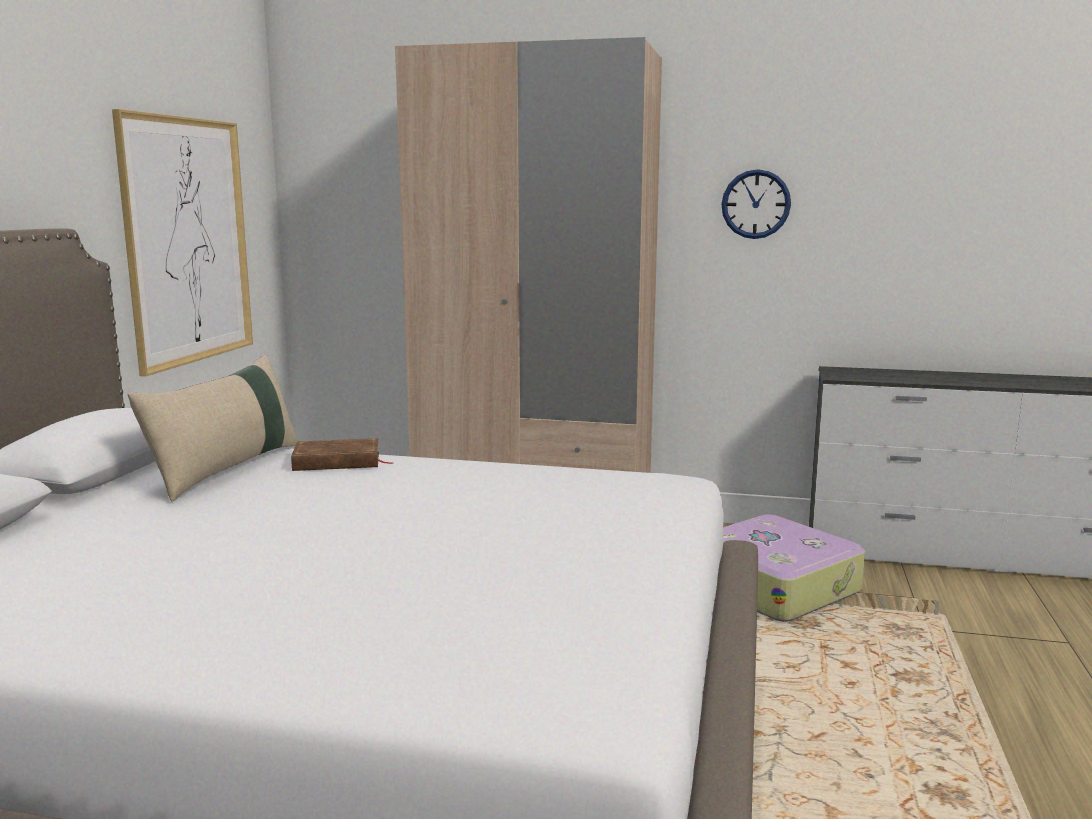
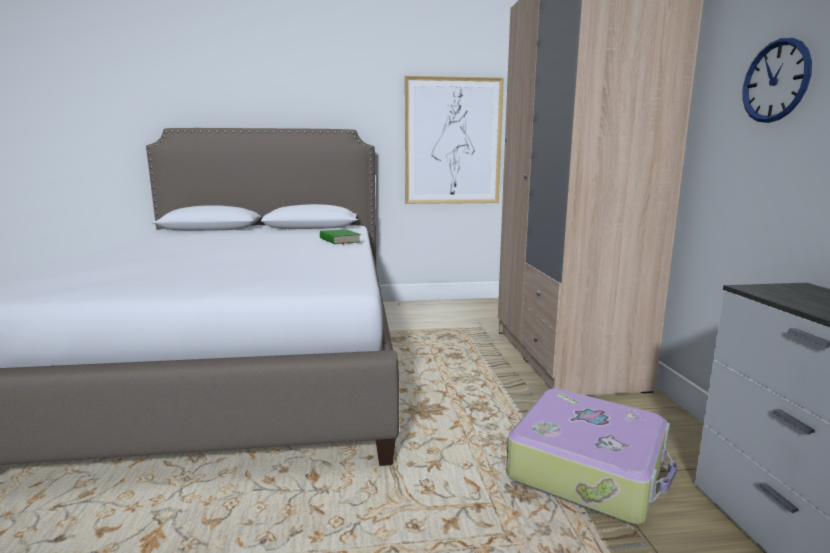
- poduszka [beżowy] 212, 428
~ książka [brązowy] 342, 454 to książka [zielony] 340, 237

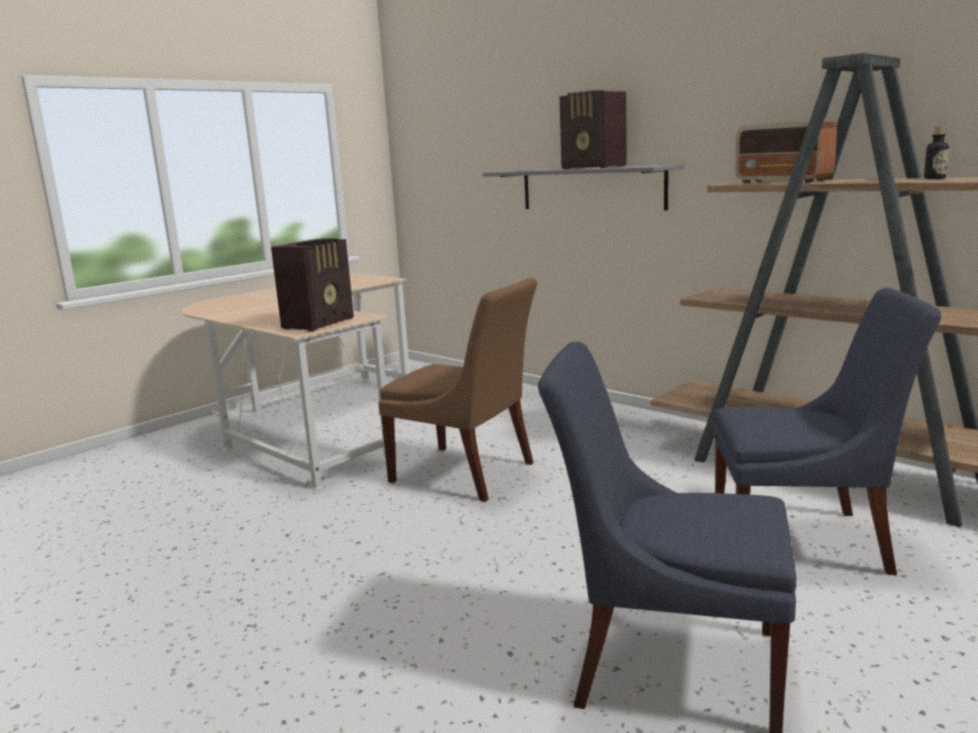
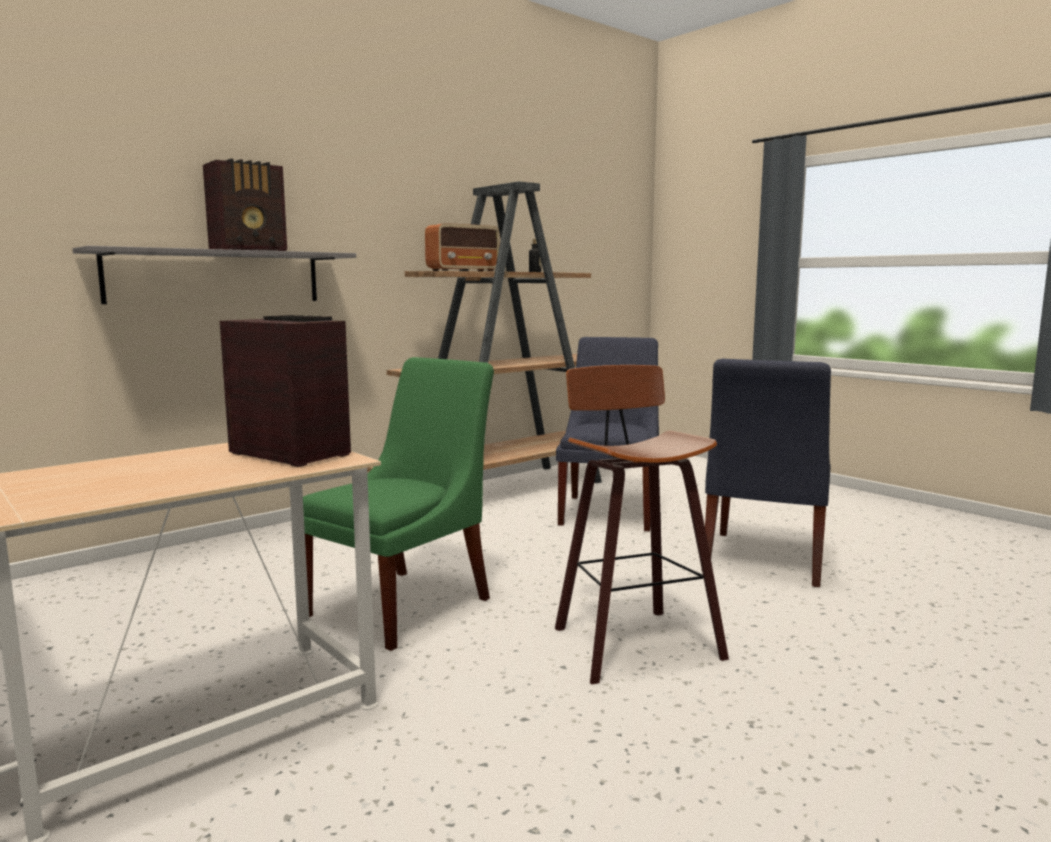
+ stołek 642, 525
~ krzesło [brązowy] 457, 390 to krzesło [zielony] 398, 504

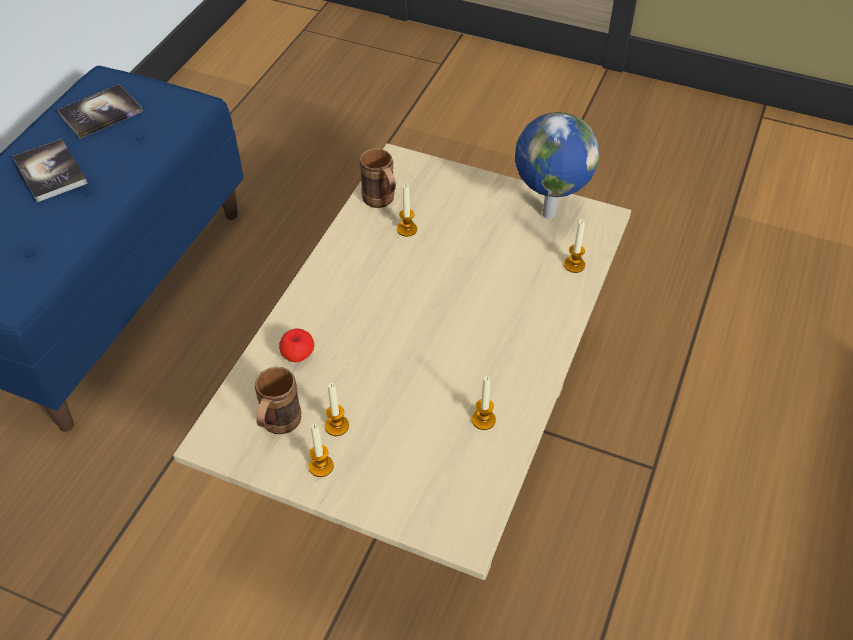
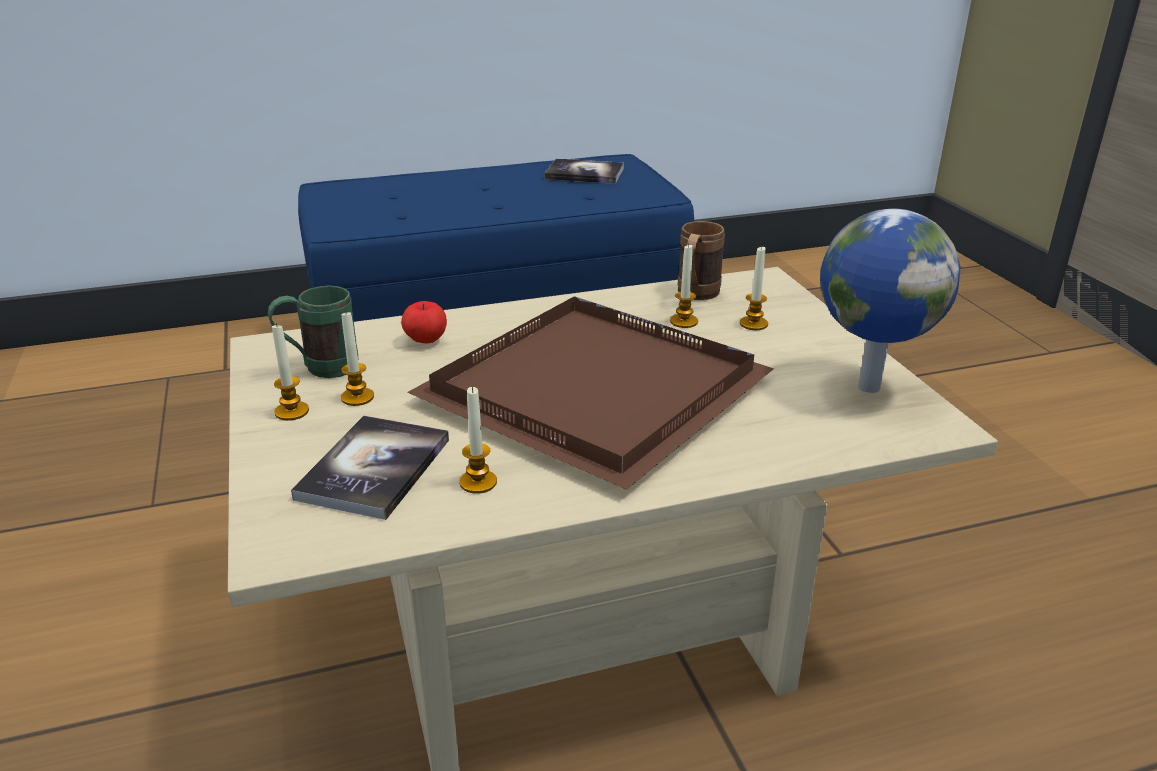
+ taca [brązowy] 590, 393
~ książka 50, 170 to 370, 468
~ świeca 574, 246 to 754, 288
~ kubek [brązowy] 278, 400 to kubek [zielony] 313, 331

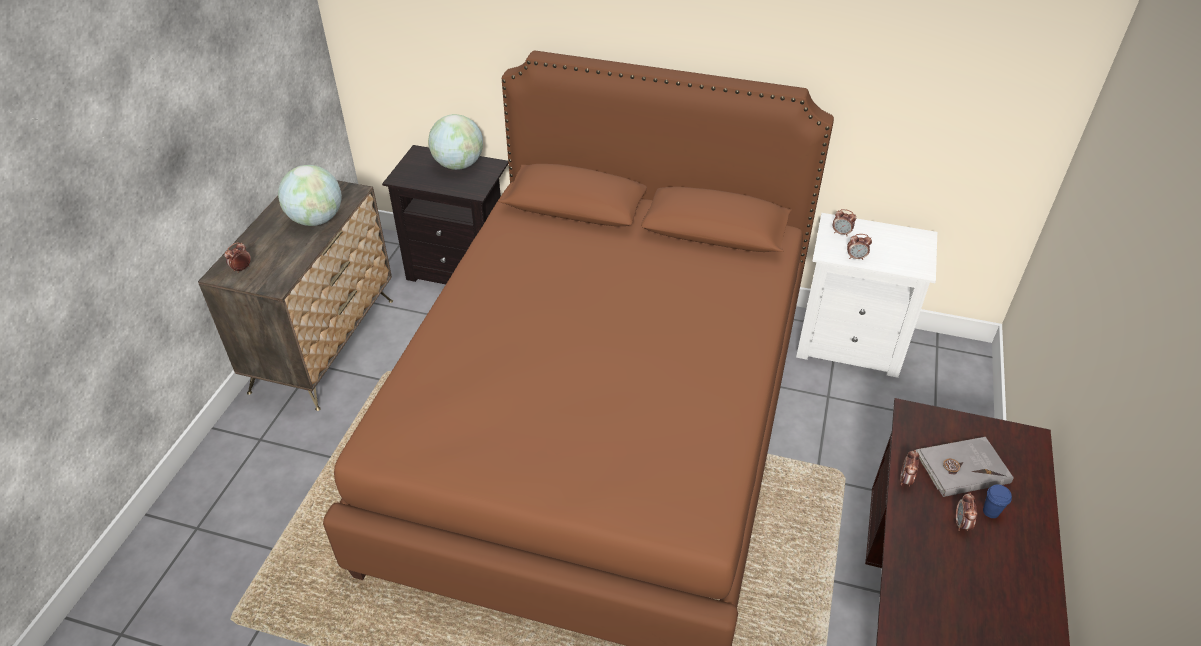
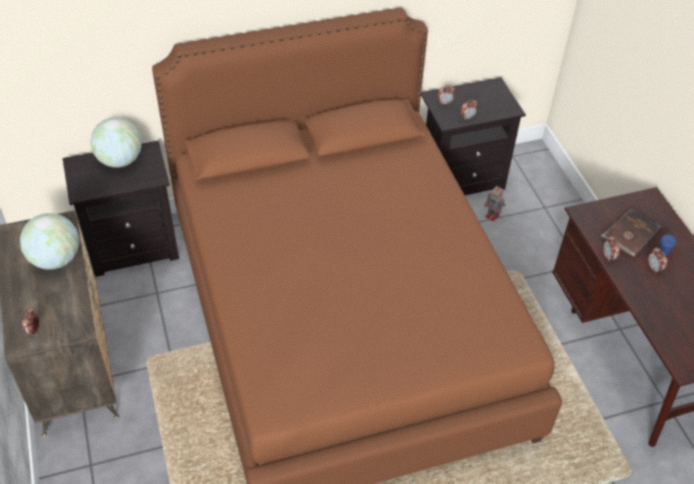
+ robot zabawkowy 495, 203
~ szafka nocna [biały] 866, 295 to szafka nocna [czarny] 473, 136
~ książka [szary] 965, 467 to książka [brązowy] 631, 233

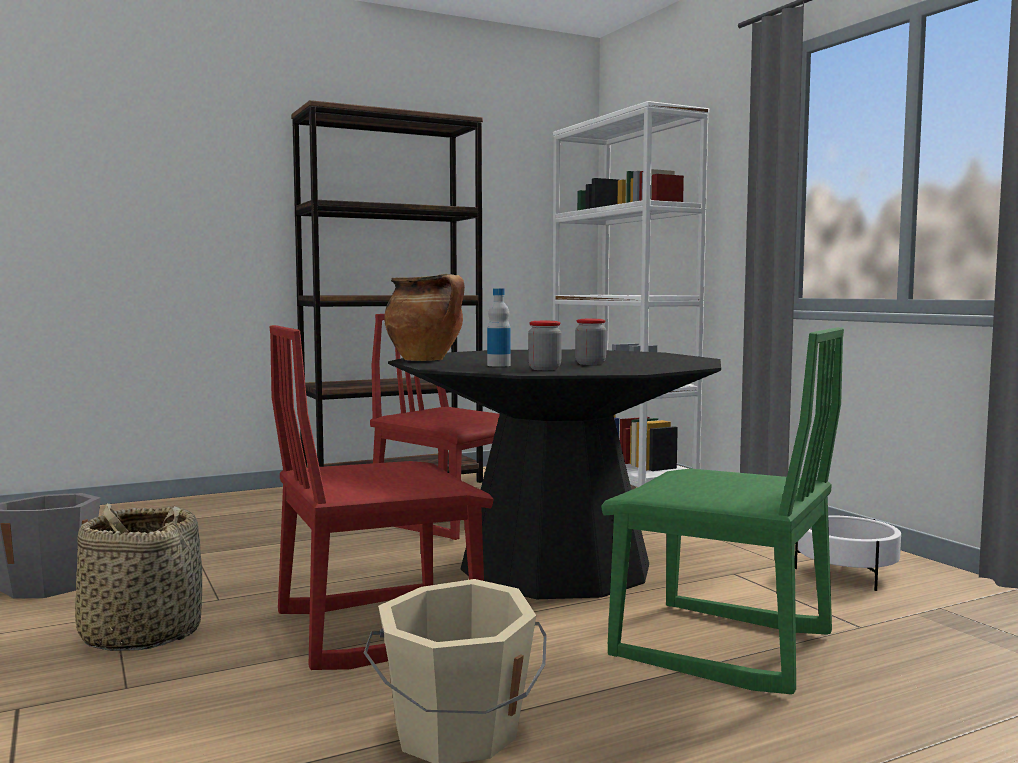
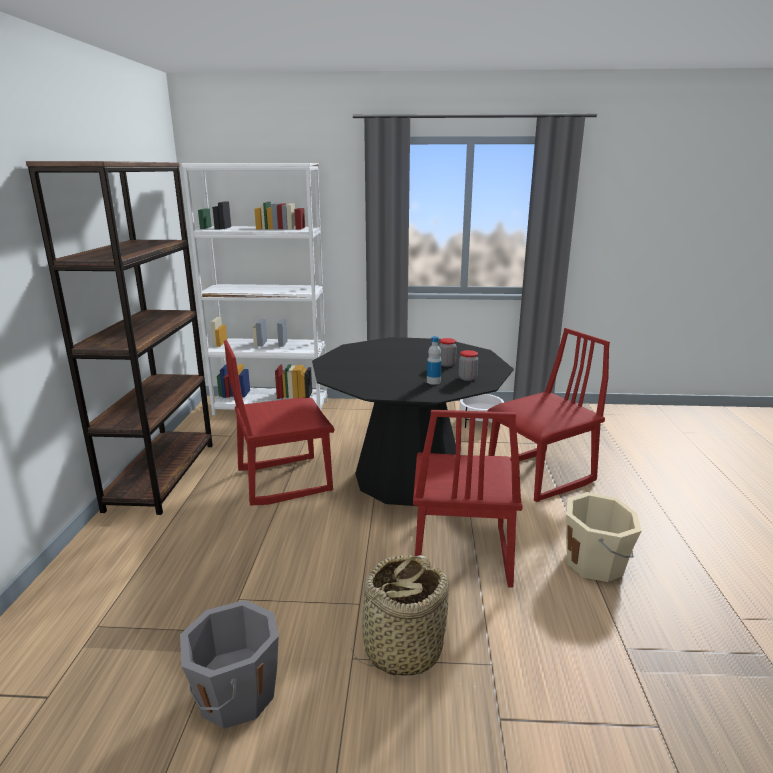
- garnek 424, 317
~ krzesło [zielony] 722, 510 to krzesło [czerwony] 548, 415

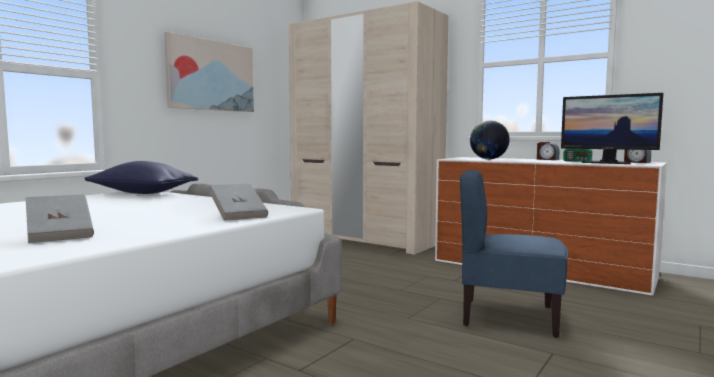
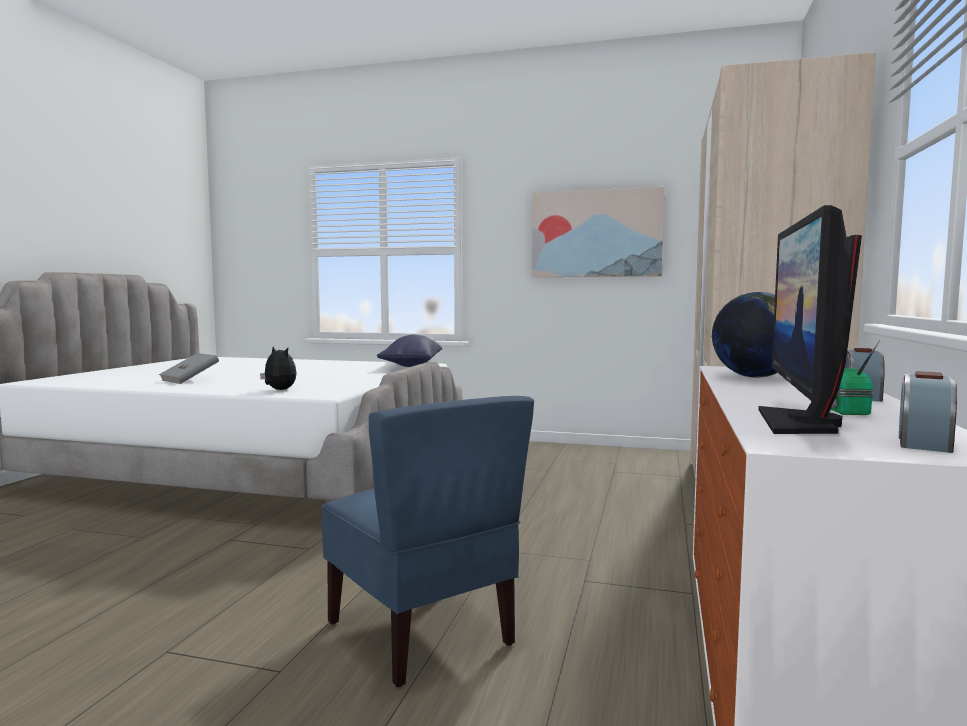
~ książka [szary] 239, 202 to pluszak 278, 368
~ krzesło [niebieski] 514, 254 = 427, 541 150 degrees clockwise

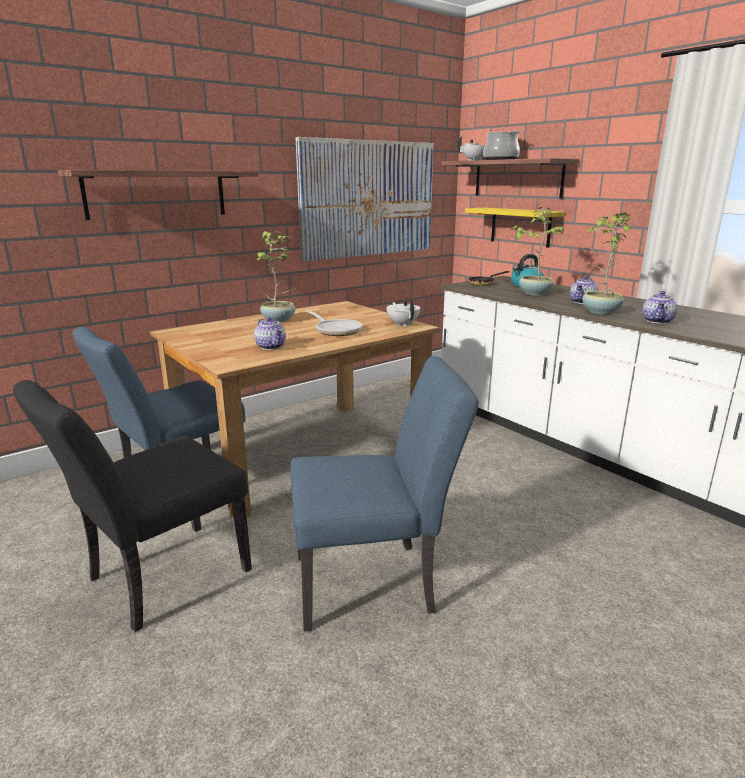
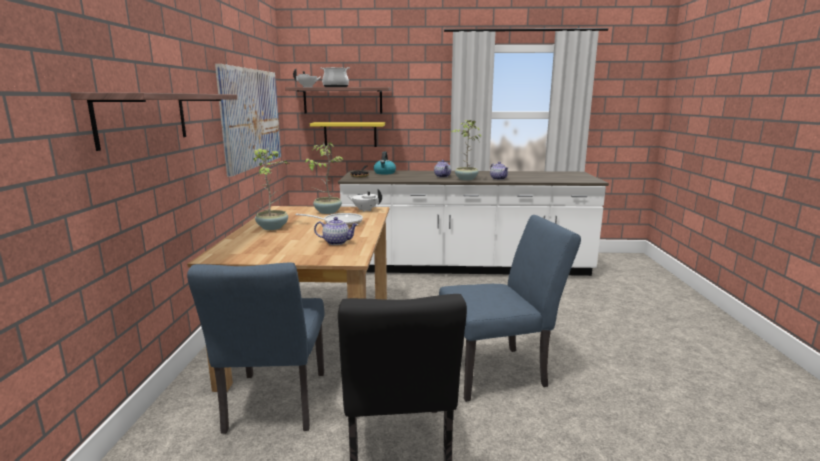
~ roślina doniczkowa 538, 251 to 324, 178
~ krzesło [niebieski] 385, 494 = 510, 308 45 degrees clockwise

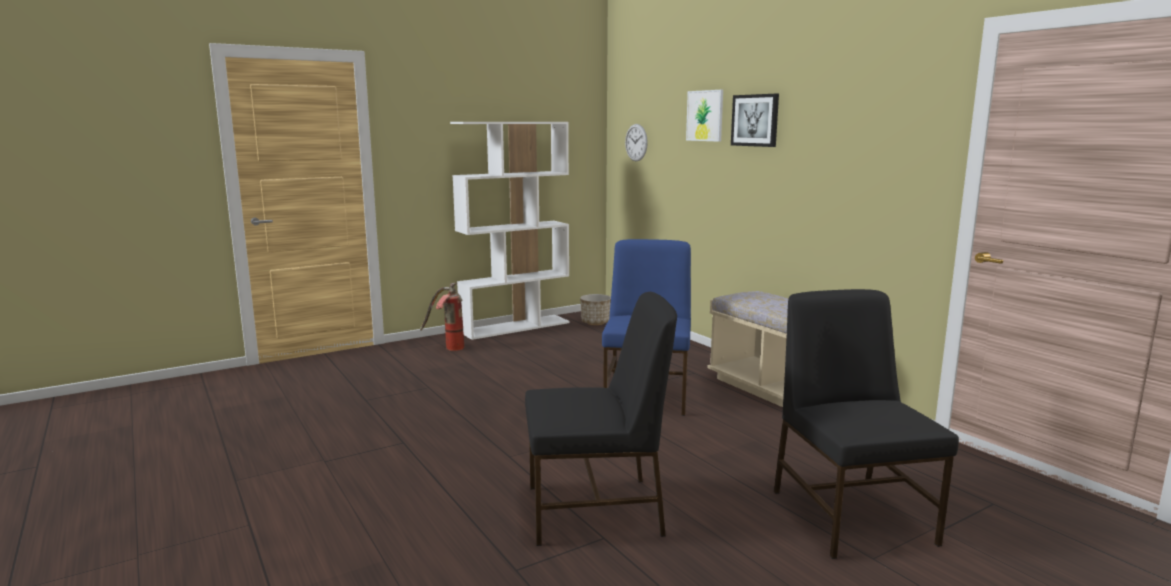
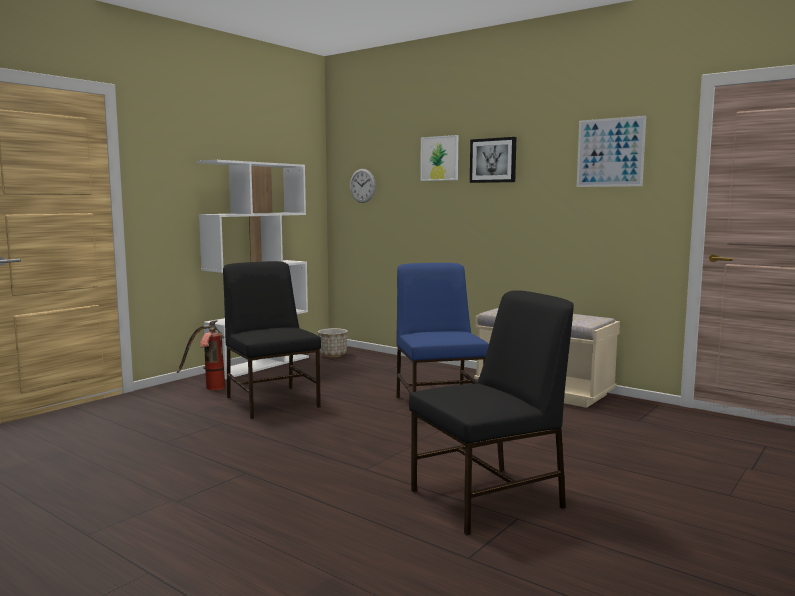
+ obraz 611, 151
~ krzesło [czarny] 866, 424 to 272, 340

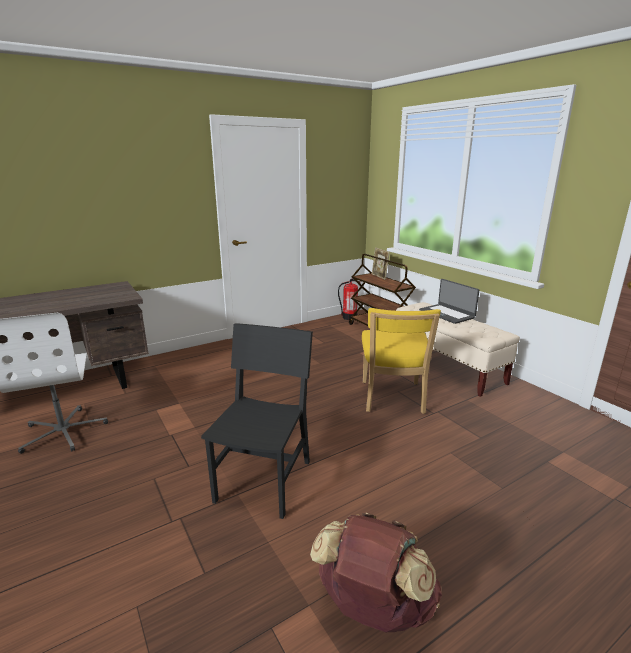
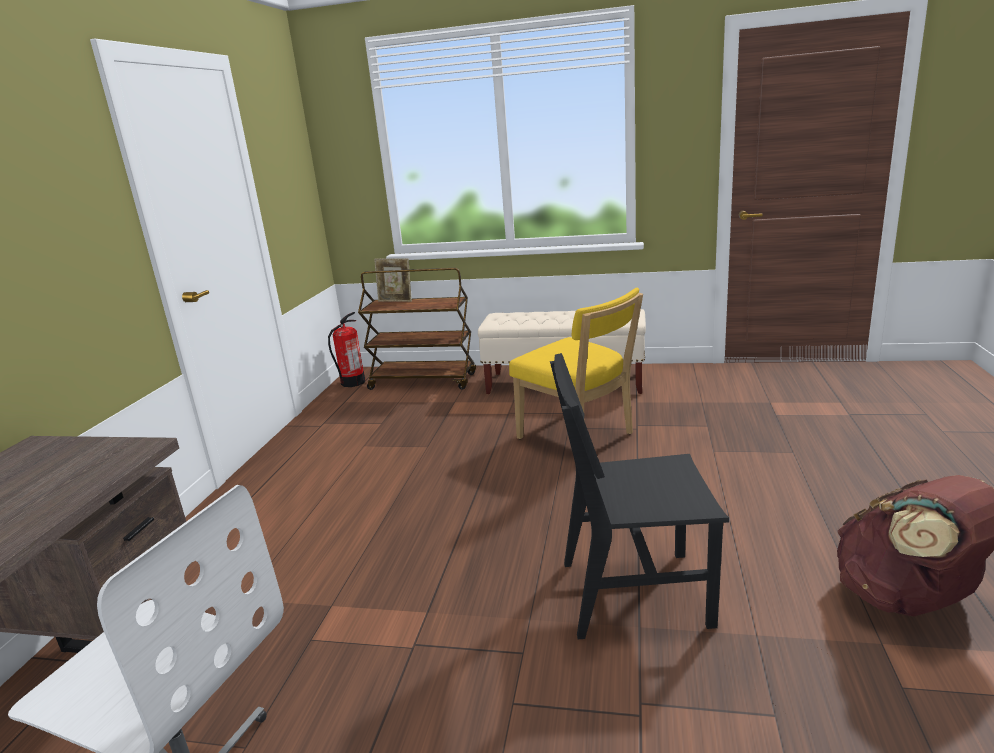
- laptop 449, 301
~ krzesło [czarny] 257, 421 = 639, 496 60 degrees counterclockwise

